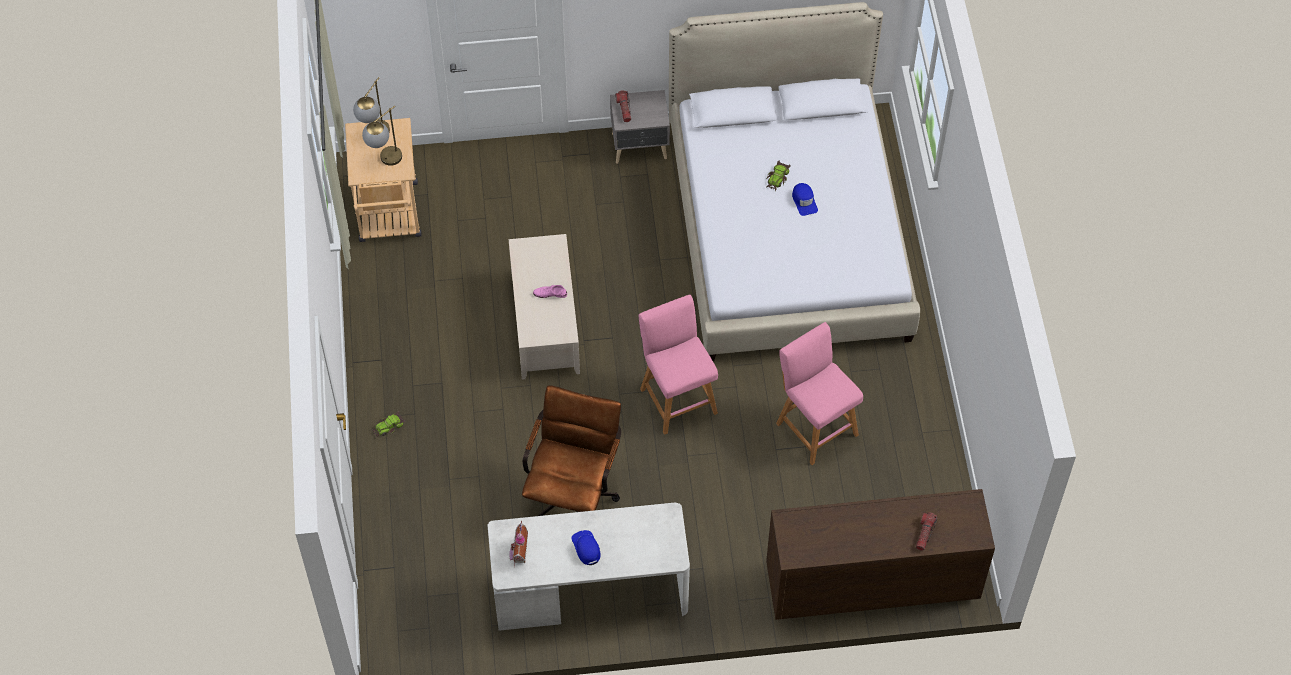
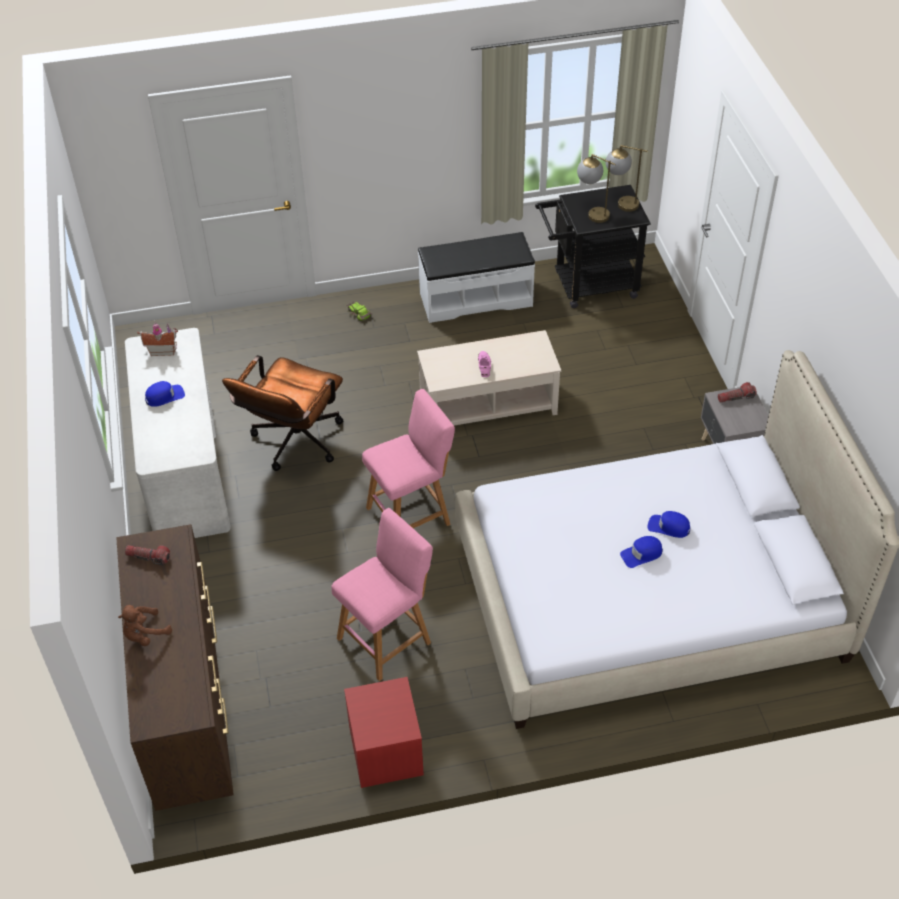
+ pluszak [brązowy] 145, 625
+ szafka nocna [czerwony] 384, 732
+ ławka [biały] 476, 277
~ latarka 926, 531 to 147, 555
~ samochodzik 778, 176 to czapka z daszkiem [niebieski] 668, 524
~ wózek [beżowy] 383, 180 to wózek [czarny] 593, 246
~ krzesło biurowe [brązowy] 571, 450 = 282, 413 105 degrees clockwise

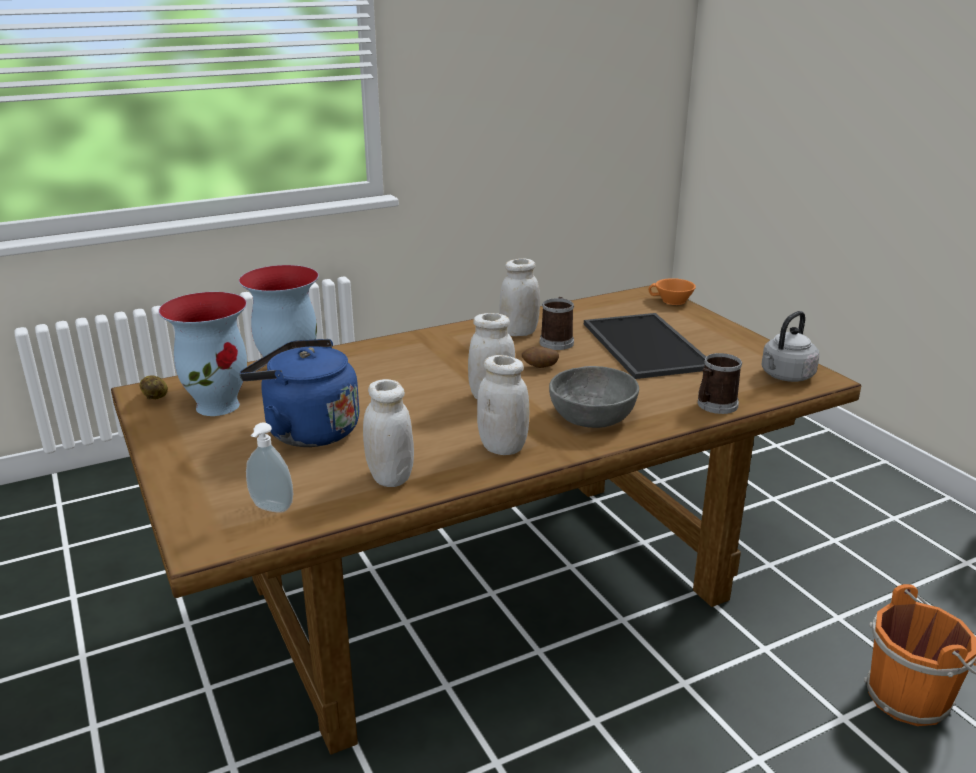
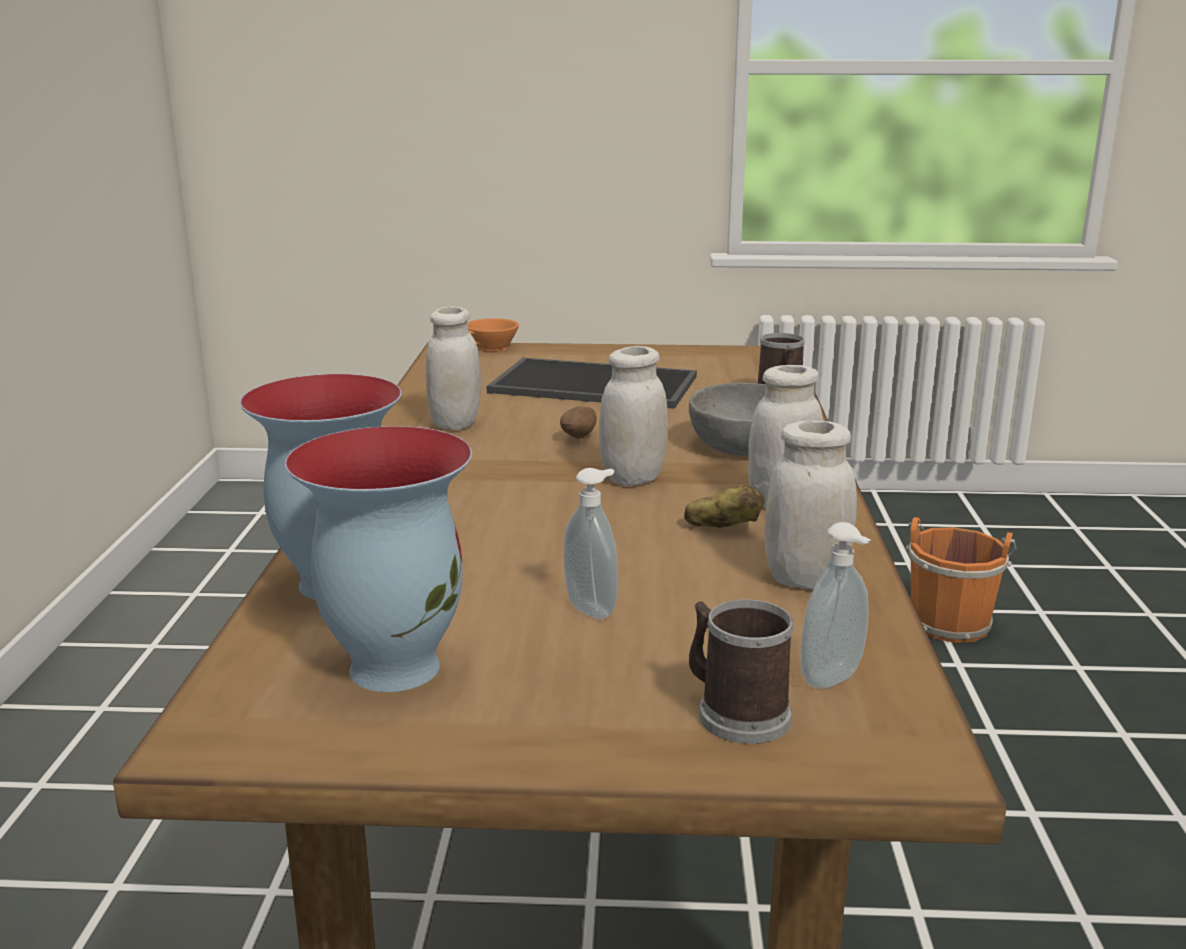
- czajnik [szary] 790, 346
~ ziemniak 154, 387 to 724, 506
~ kubek 557, 323 to 741, 672
~ czajnik [niebieski] 299, 393 to dozownik mydła 590, 543

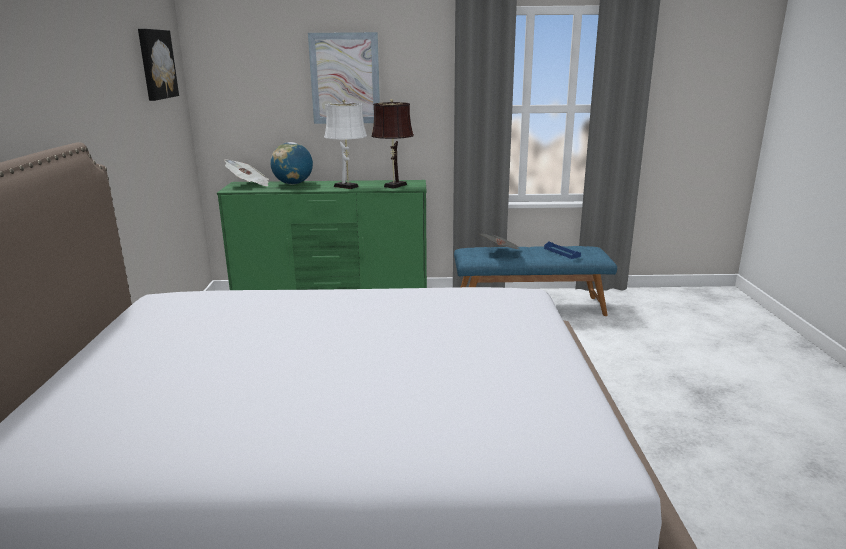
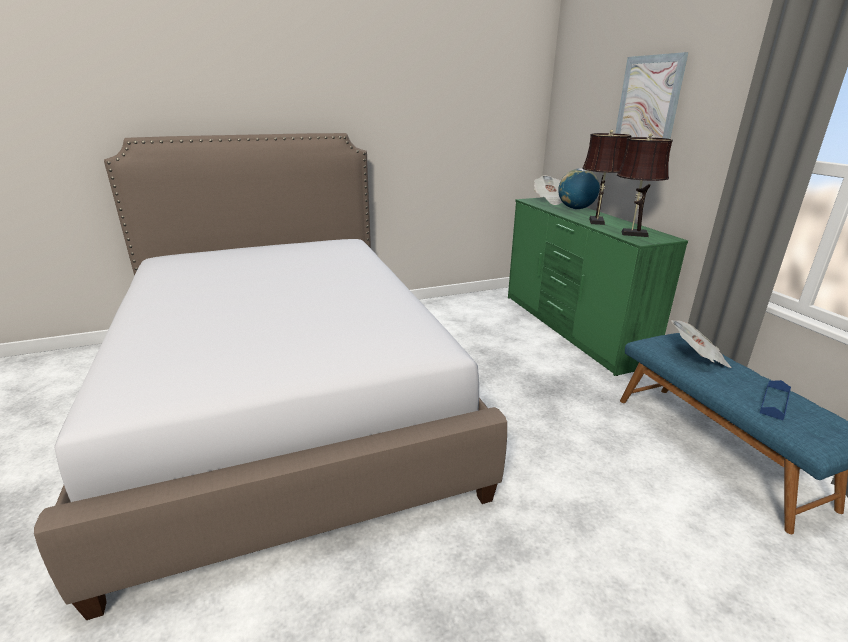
- obraz 158, 65
~ lampa stołowa [biały] 345, 144 to lampa stołowa [brązowy] 607, 177

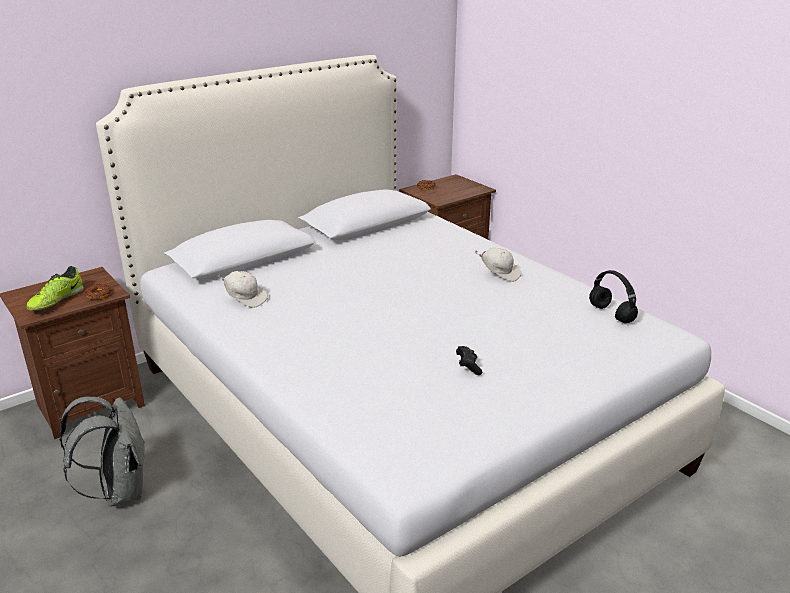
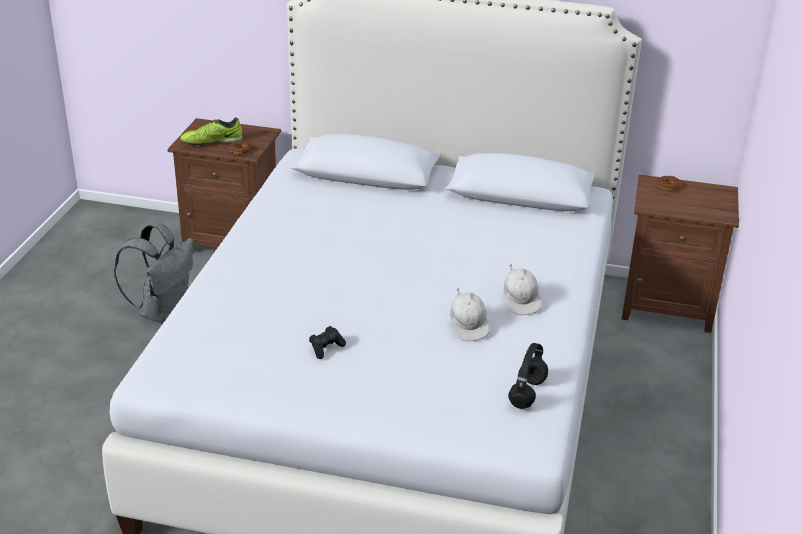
~ czapka z daszkiem [biały] 243, 289 to 469, 315

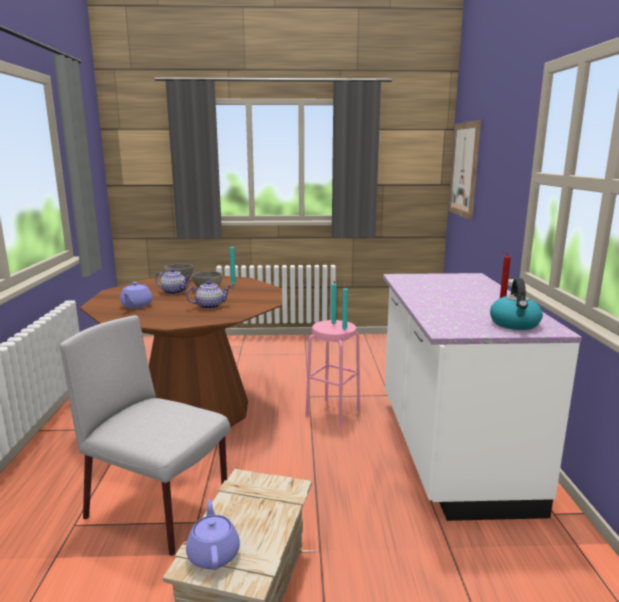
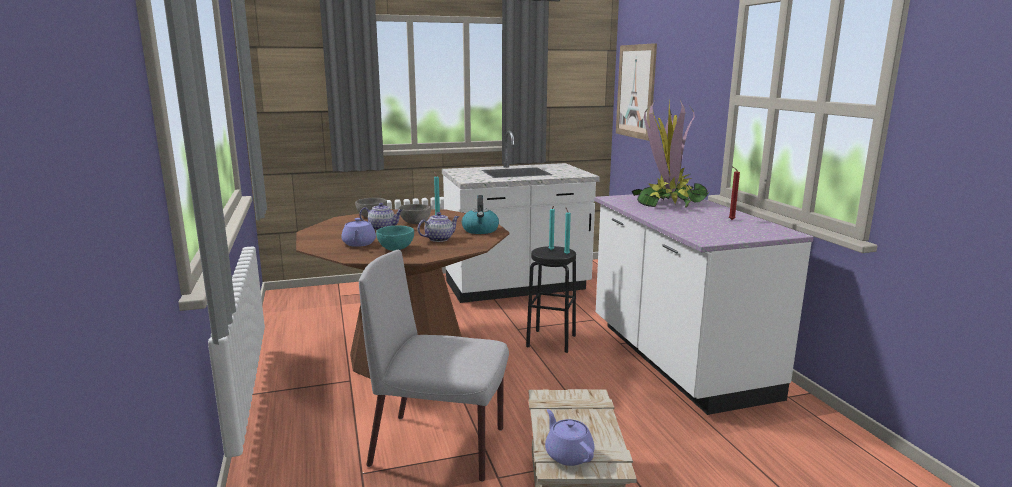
+ miska [turkusowy] 395, 238
+ zabudowa kuchenna [biały] 521, 217
+ roślina doniczkowa 671, 154
~ czajnik 516, 304 to 480, 214
~ stołek [różowy] 333, 373 to stołek [czarny] 551, 299

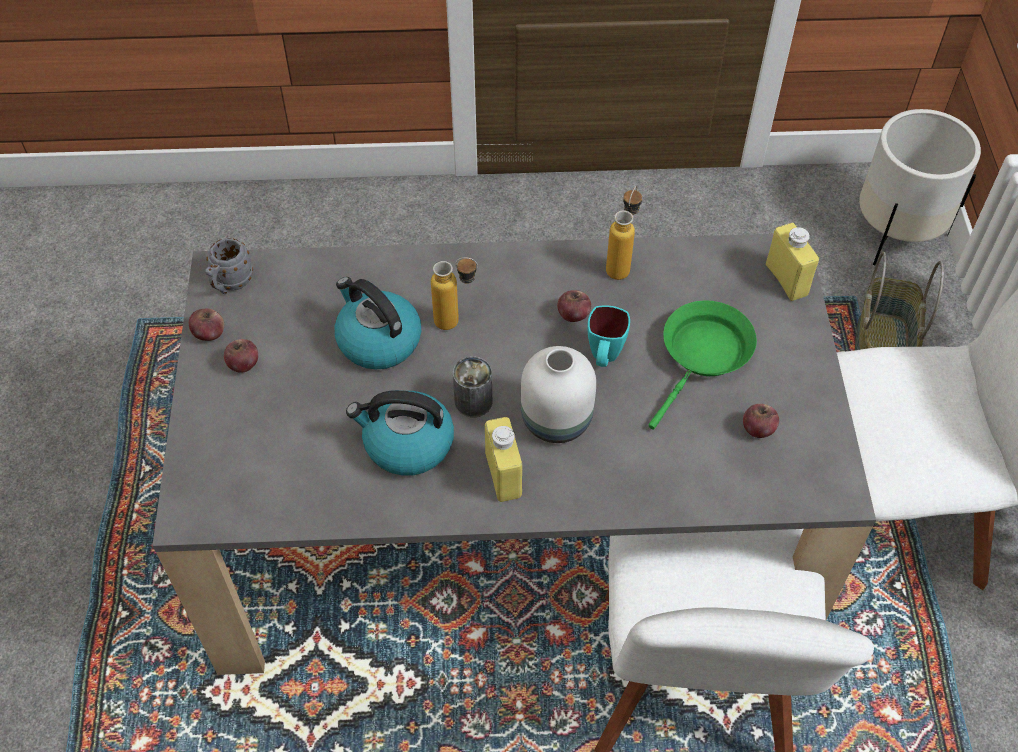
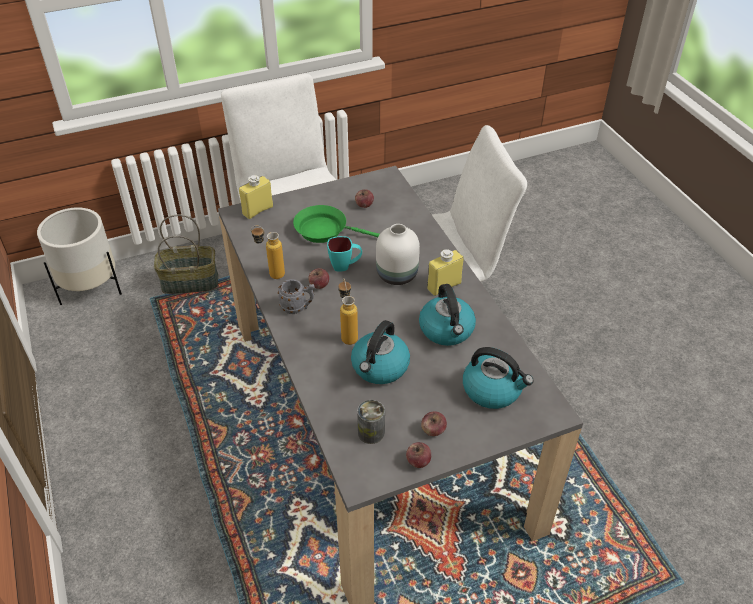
+ czajnik 498, 378
~ kubek [szary] 229, 266 to 296, 296
~ puszka 472, 387 to 371, 422

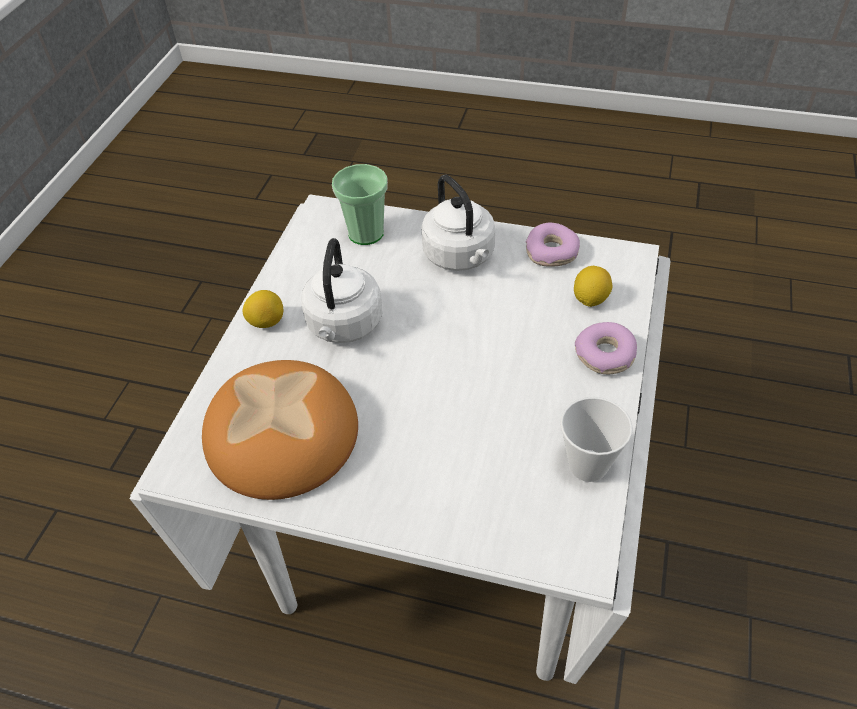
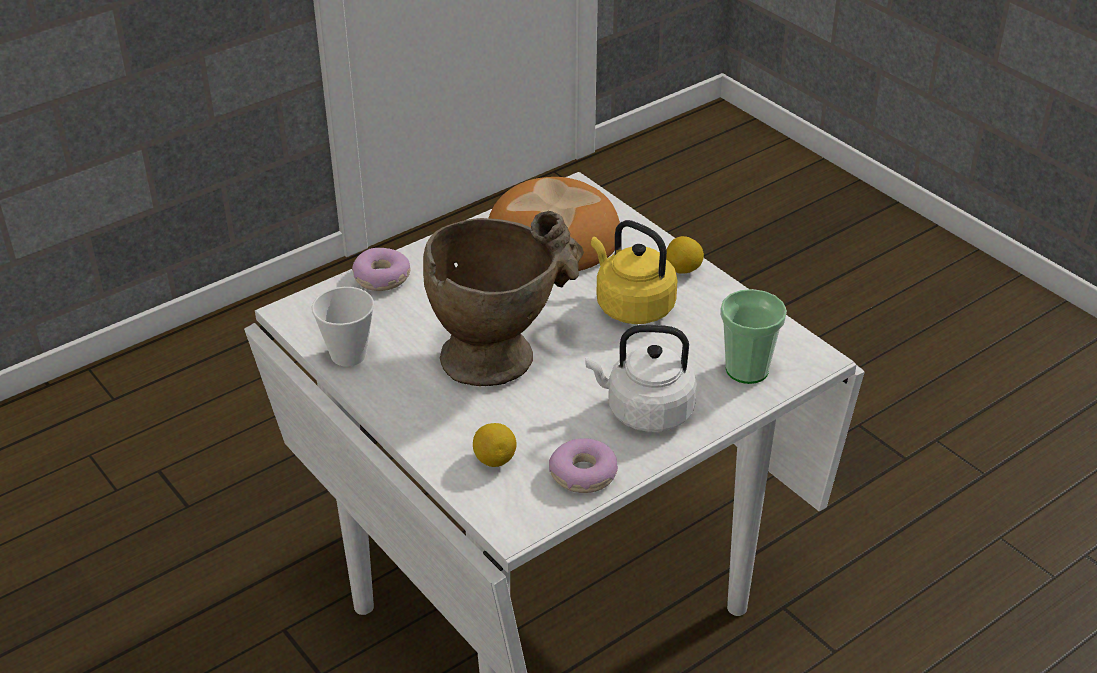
+ wazon [beżowy] 503, 298
~ donut 606, 348 to 381, 269
~ czajnik [biały] 341, 290 to czajnik [żółty] 634, 272

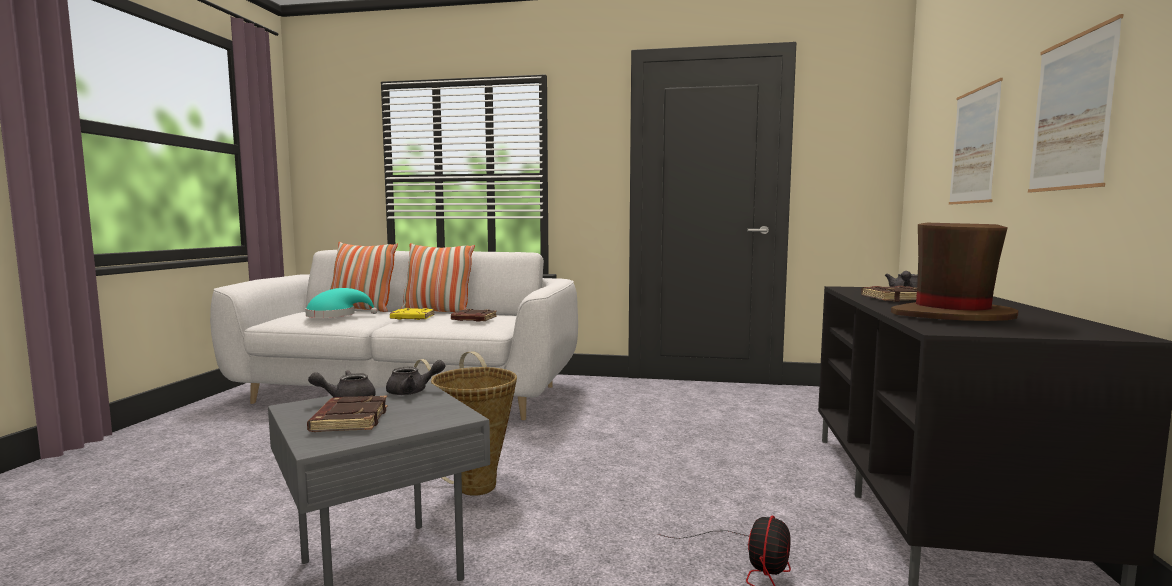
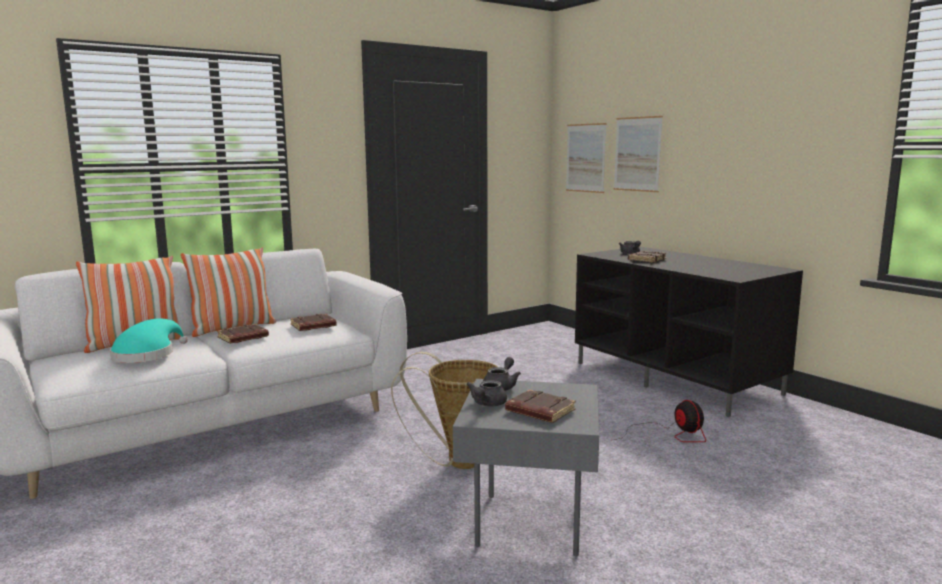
- kapelusz [brązowy] 955, 272
~ obraz 1075, 103 to 586, 158
~ książka [żółty] 412, 314 to książka [brązowy] 243, 334

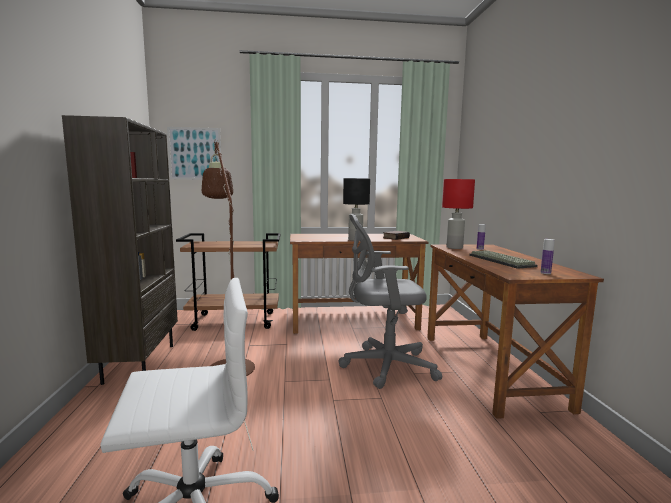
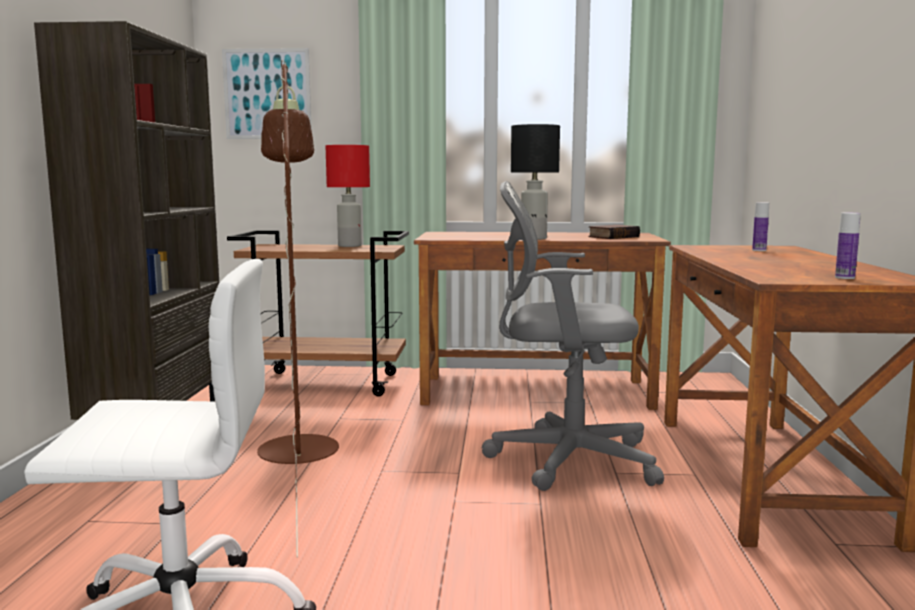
- klawiatura 503, 259
~ lampa stołowa [czerwony] 458, 214 to 348, 196

